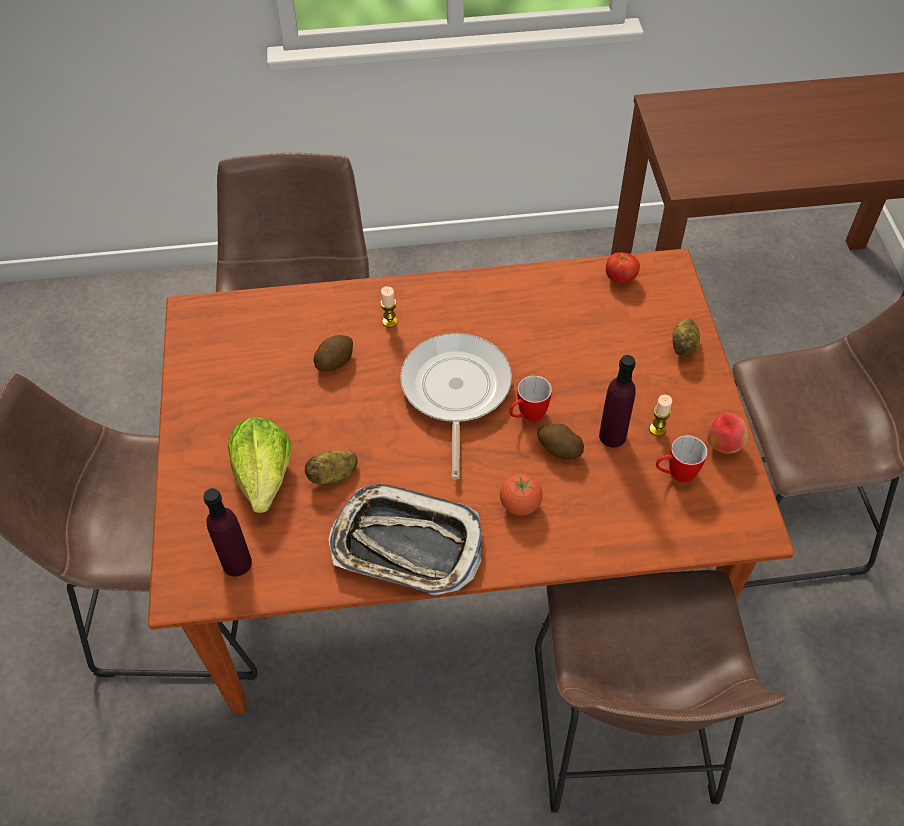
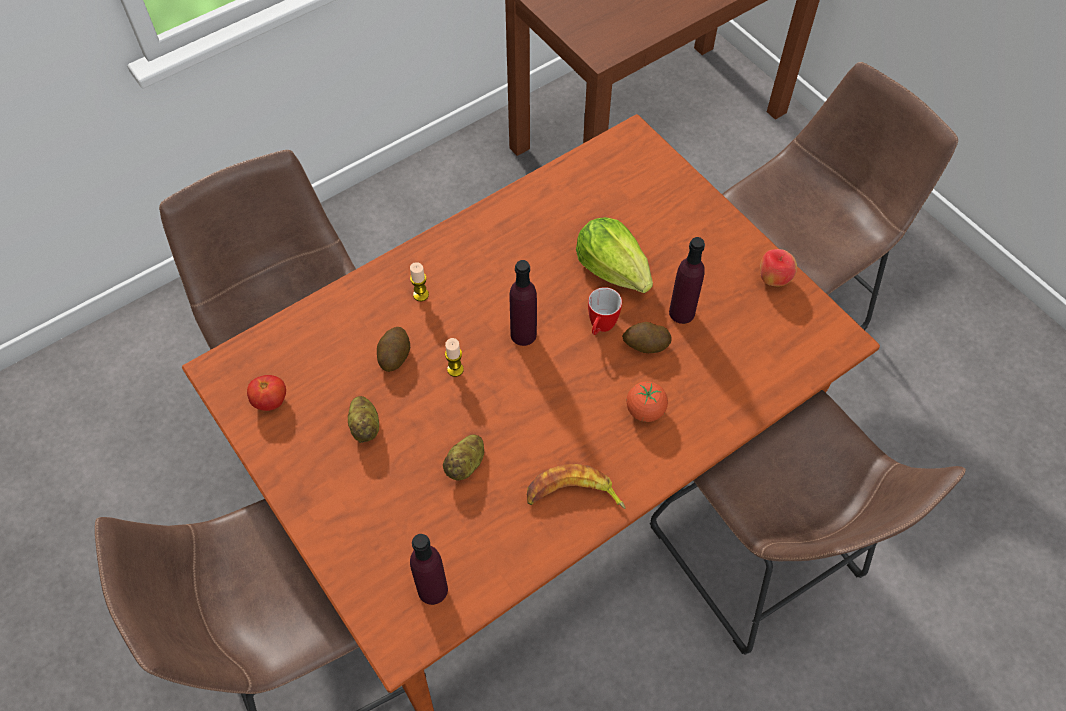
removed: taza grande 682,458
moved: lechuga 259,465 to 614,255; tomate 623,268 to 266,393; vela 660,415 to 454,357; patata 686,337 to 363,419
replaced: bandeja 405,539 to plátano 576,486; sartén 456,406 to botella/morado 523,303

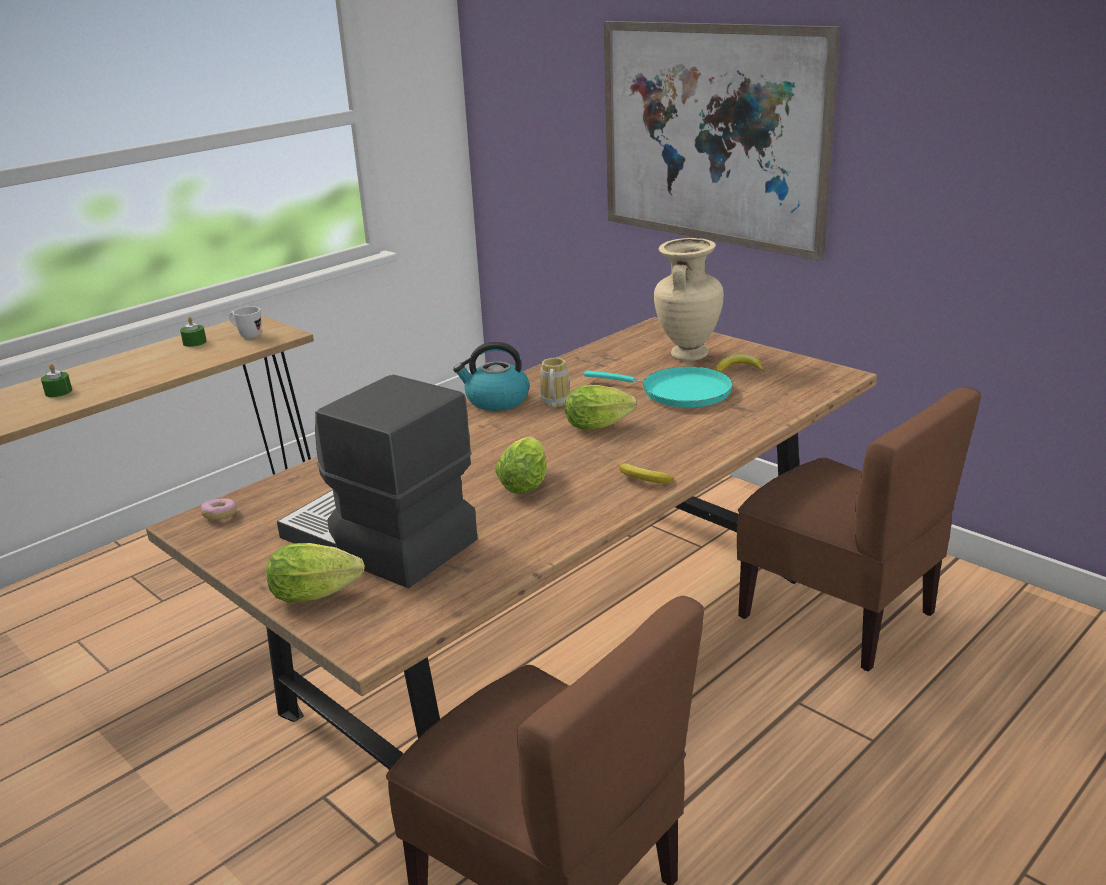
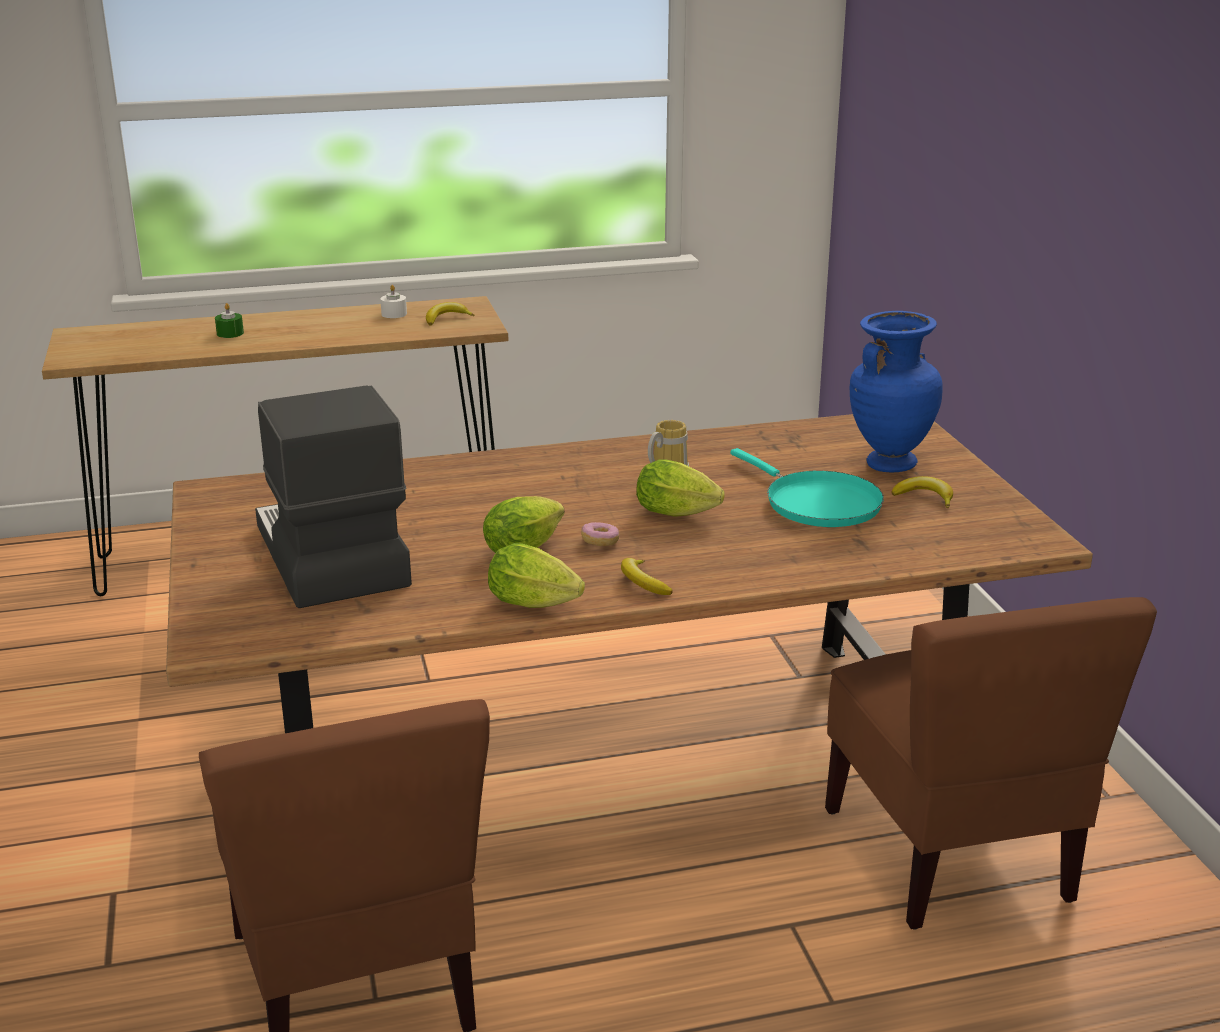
removed: hervidor 491,376; cuadro 722,141
moved: rosquilla 218,509 to 600,534; lechuga 315,573 to 536,575
replaced: taza grande/blanco 245,323 to plátano 450,313
recoloured: vela/verde 193,332 to vela/blanco 393,301; florero/beis 689,299 to florero/azul 896,391

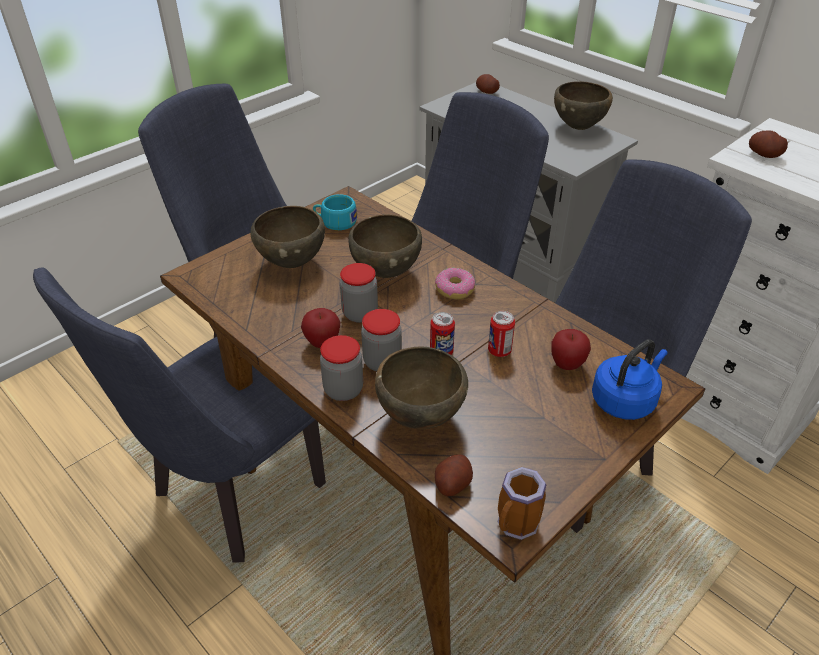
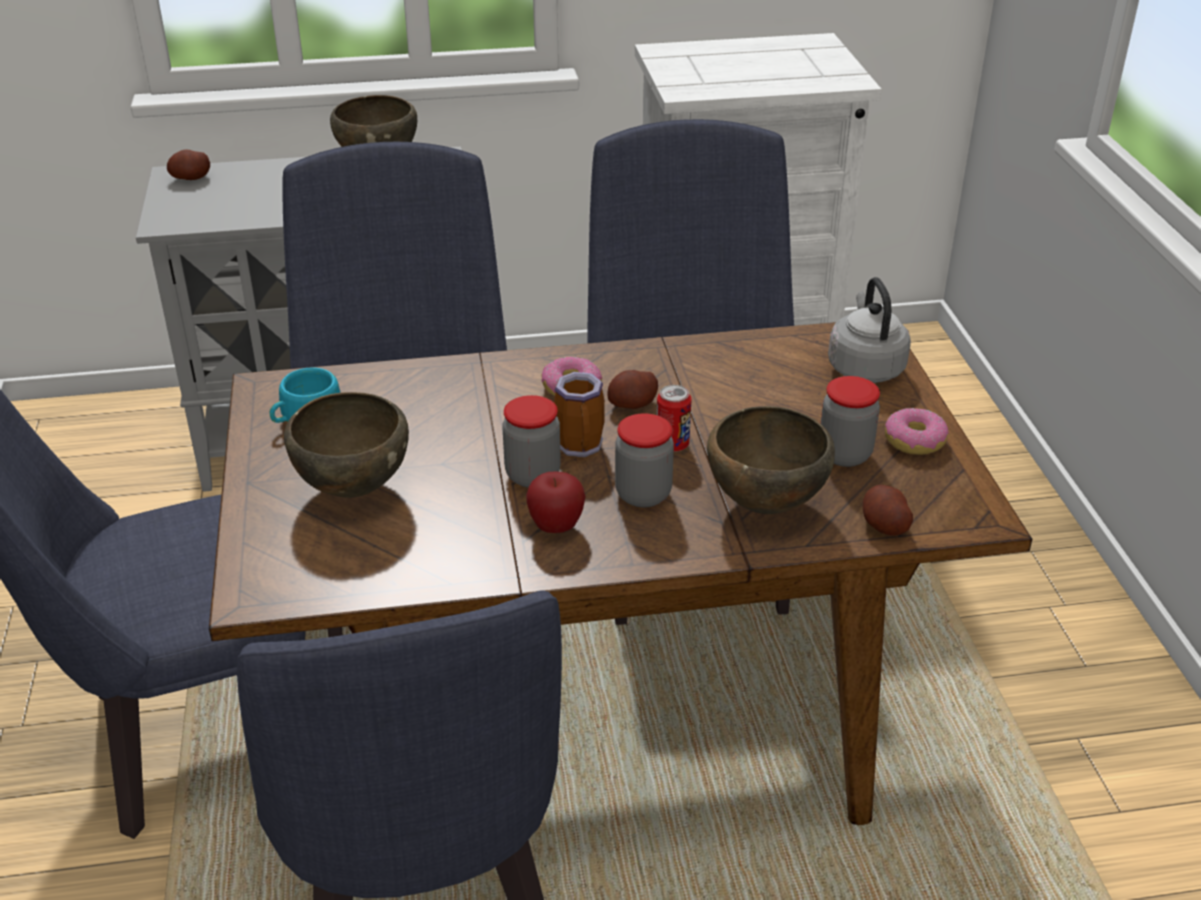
removed: cuenco/marrón 385,246; lata 501,334; manzana 571,349
added: rosquilla 916,431
moved: tarro 341,368 to 850,421; taza grande 521,503 to 579,414; patata 768,144 to 632,389
recoloured: hervidor/azul 629,379 to hervidor/gris 869,330

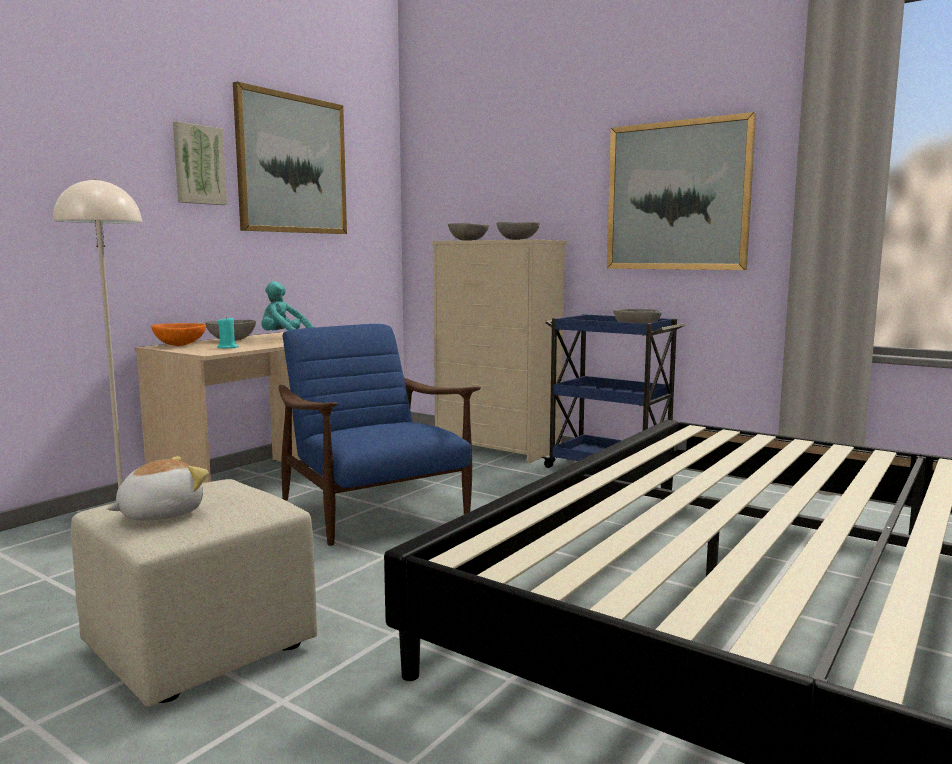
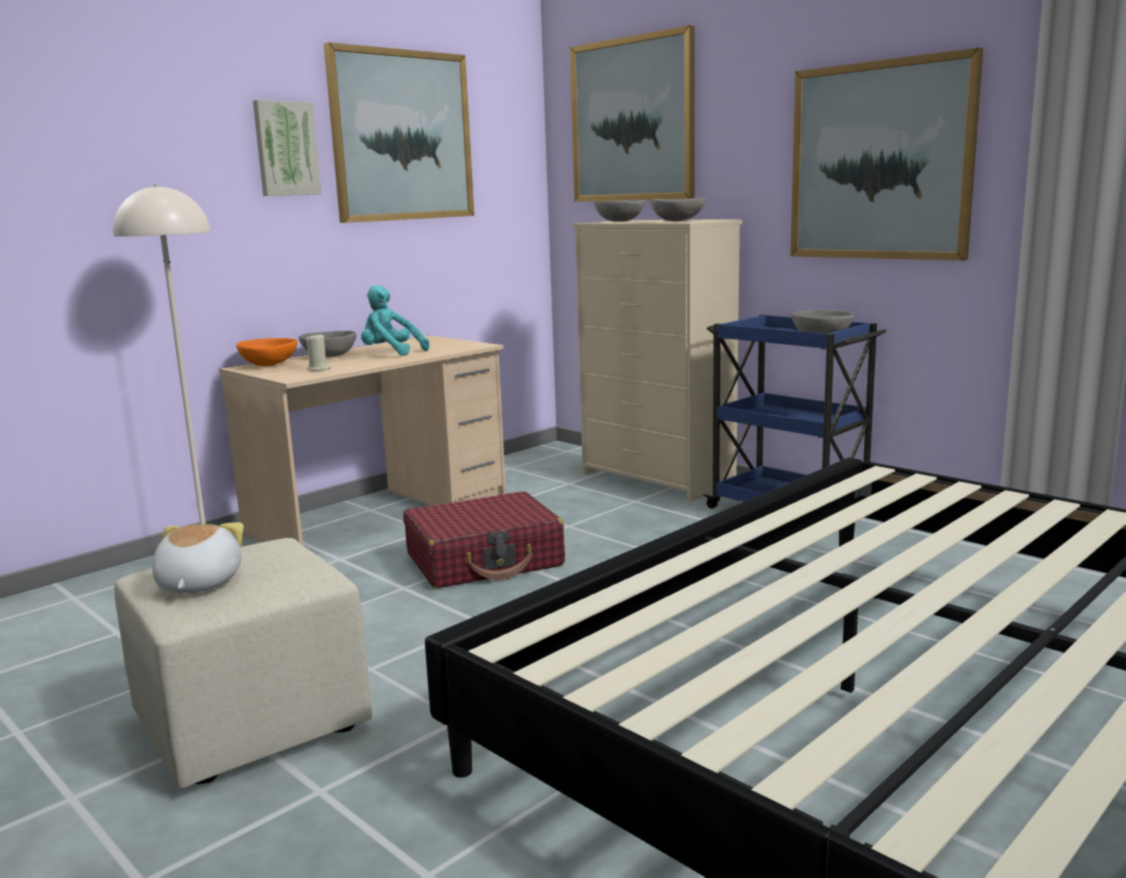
added: cuadro 632,113
replaced: sillón/azul 380,435 to maleta/rojo 484,539
recoloured: vela/turquesa 228,333 to vela/beis 318,353
turned: peluche 158,488 = 198,557 60 degrees counterclockwise

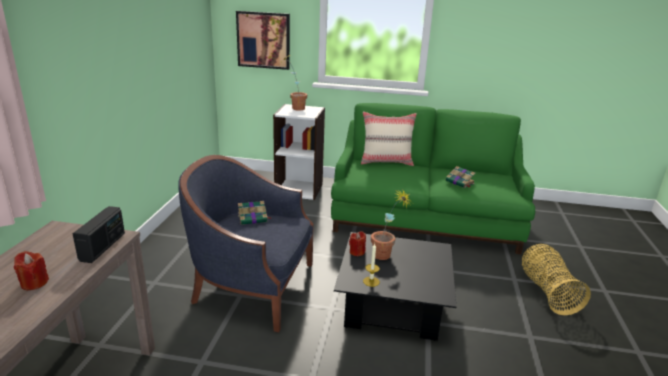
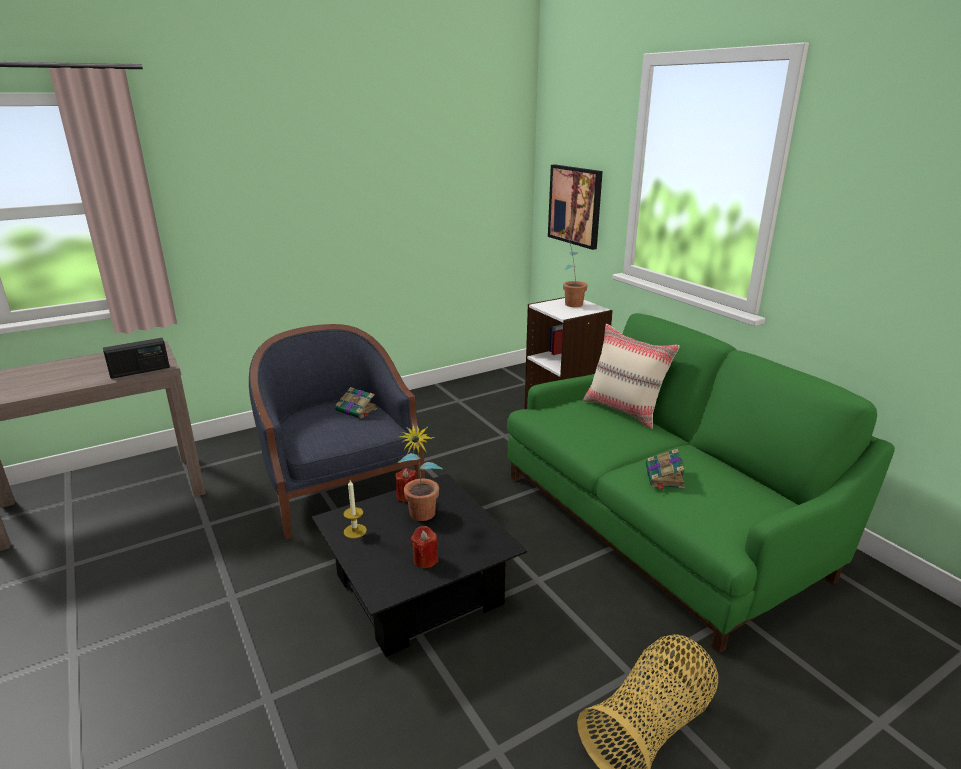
moved: vela/rojo 31,270 to 424,547

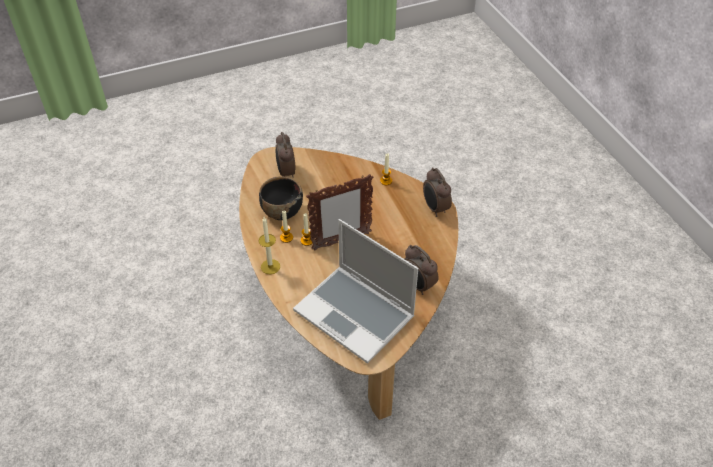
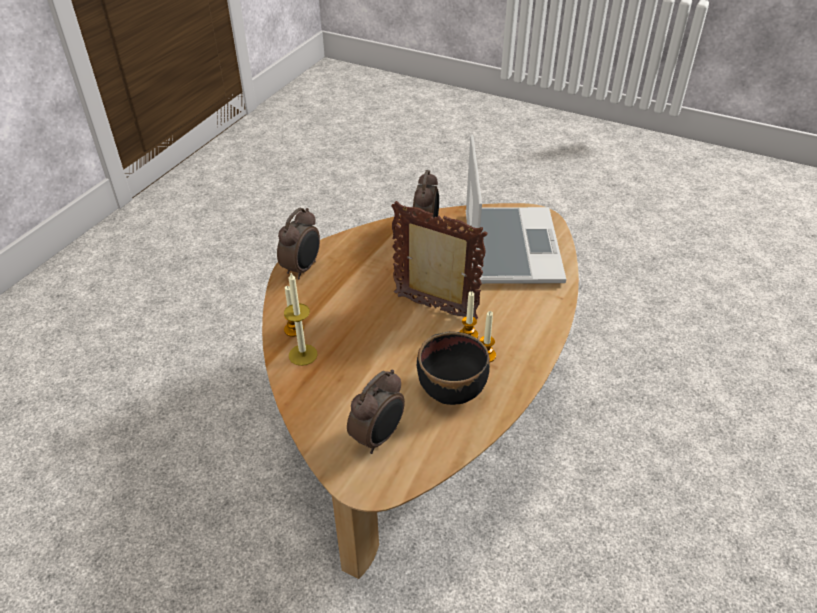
moved: vela 269,245 to 301,319

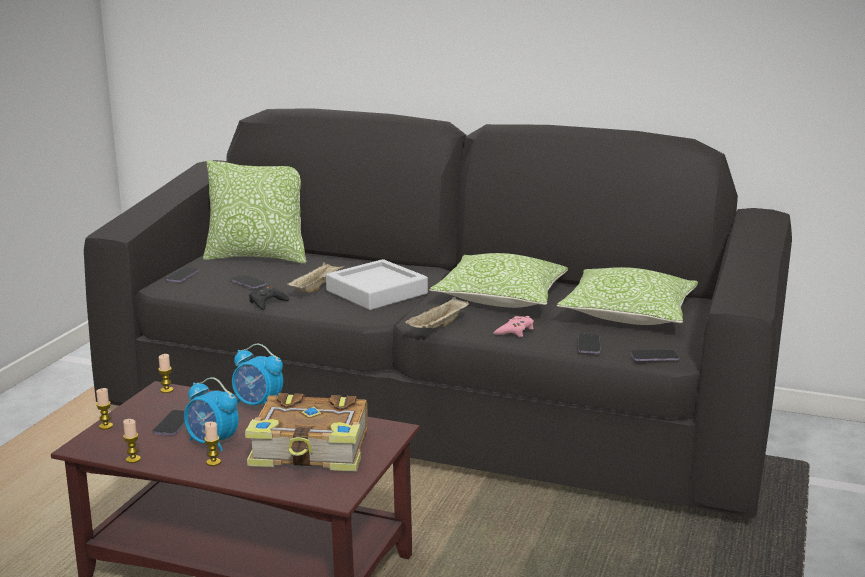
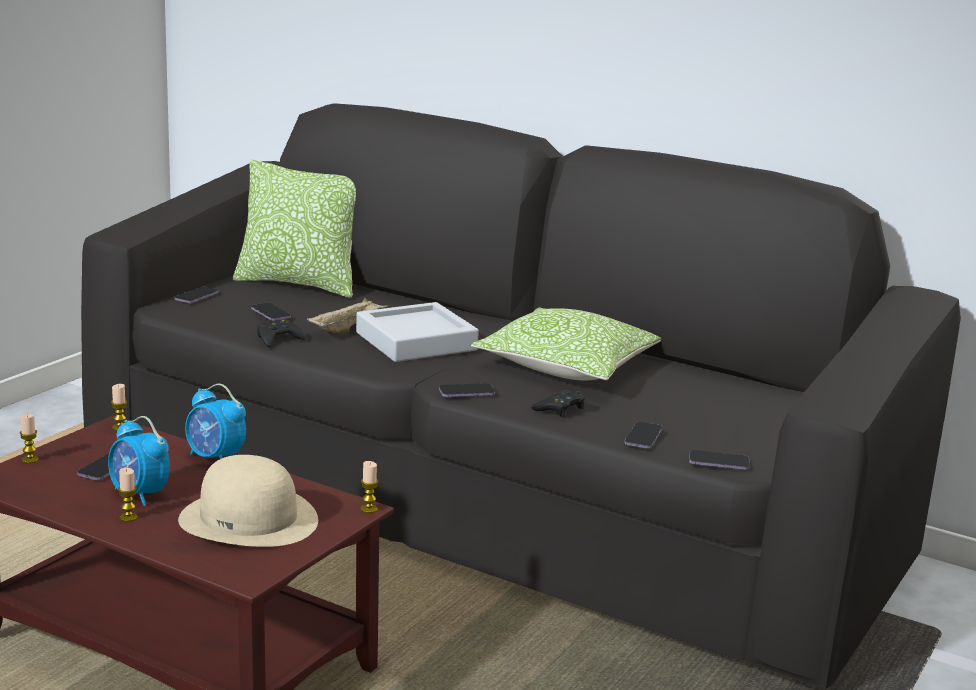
removed: cojín 627,296
moved: vela 132,441 to 369,487
replaced: libro 306,432 to sombrero/beis 248,501; bandeja/beis 437,312 to móvil 467,390
recoloured: mando de consola/rosa 514,326 to mando de consola/negro 558,403

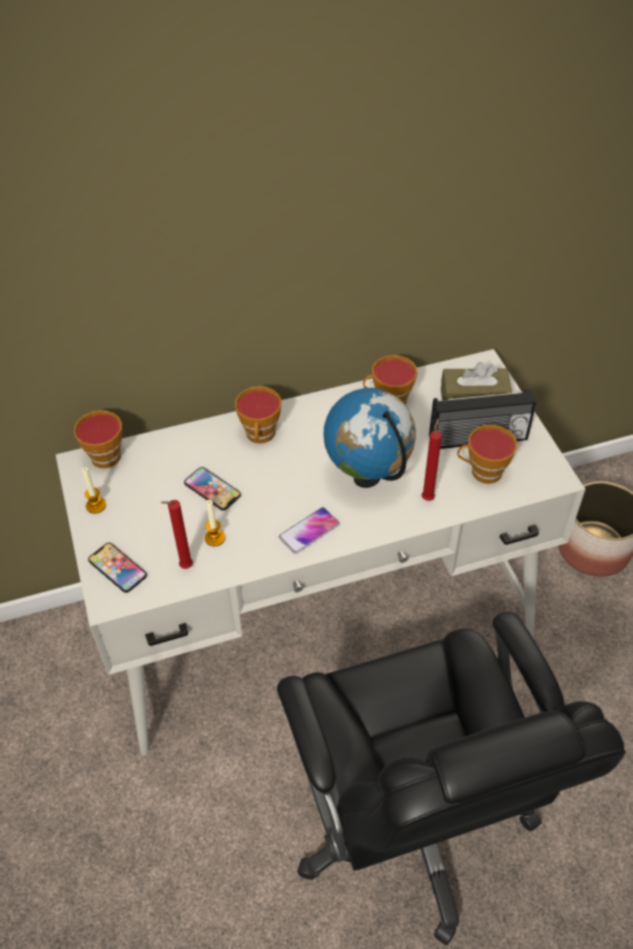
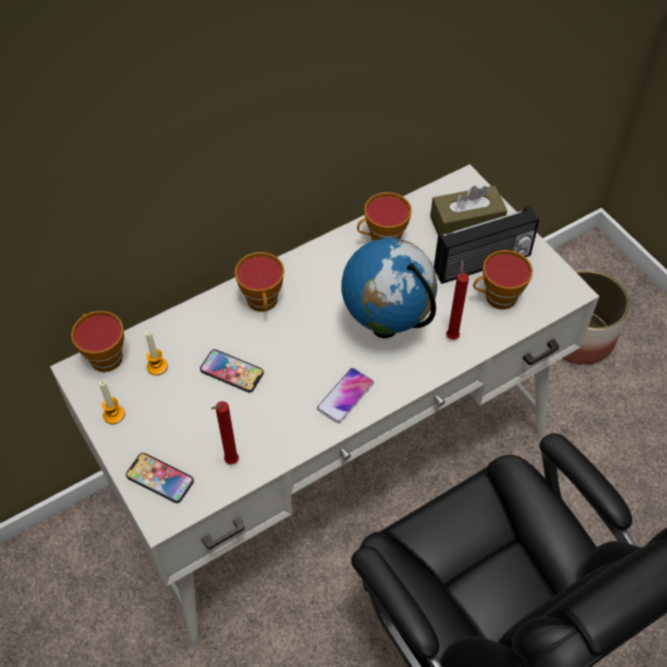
moved: vela 215,523 to 156,352

